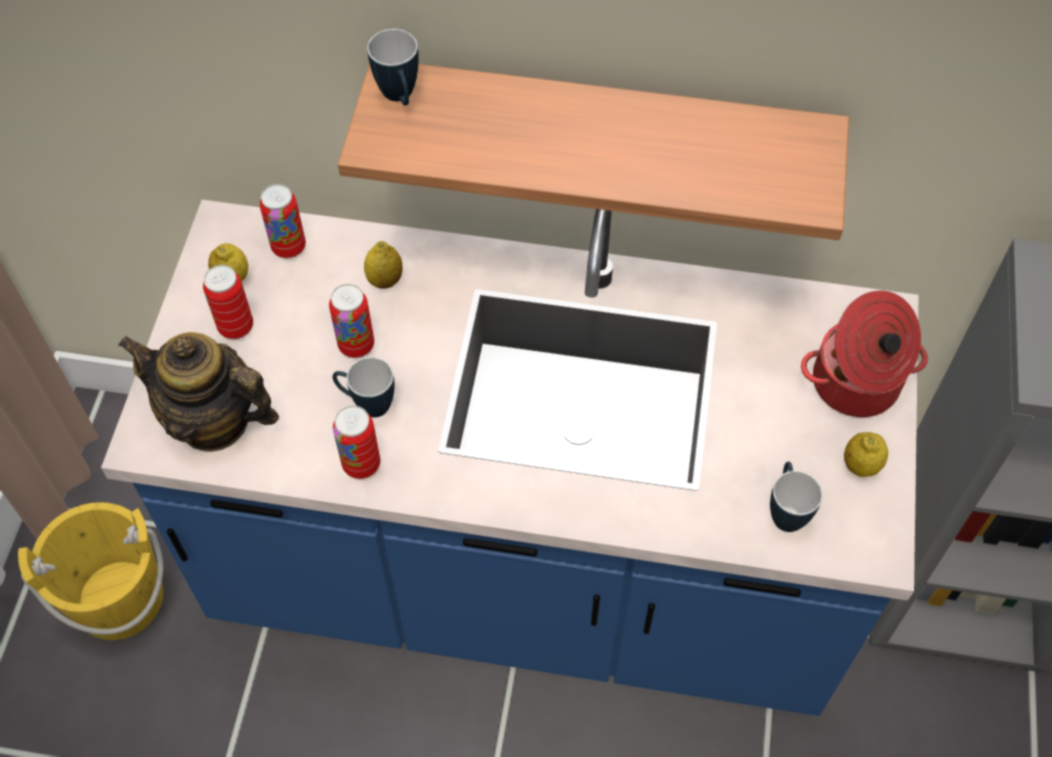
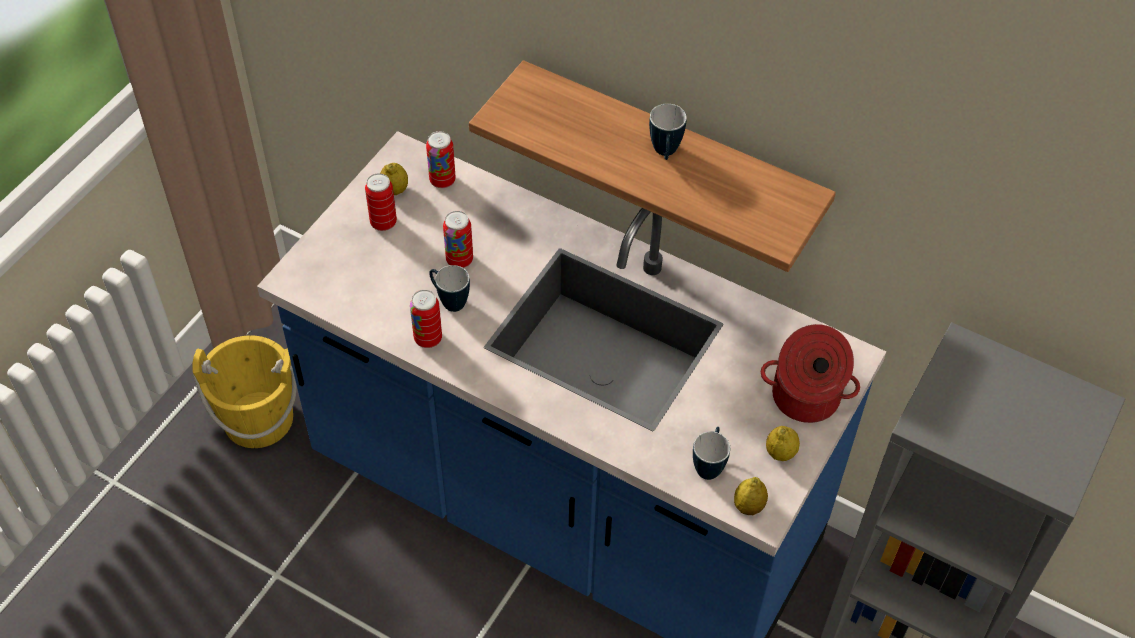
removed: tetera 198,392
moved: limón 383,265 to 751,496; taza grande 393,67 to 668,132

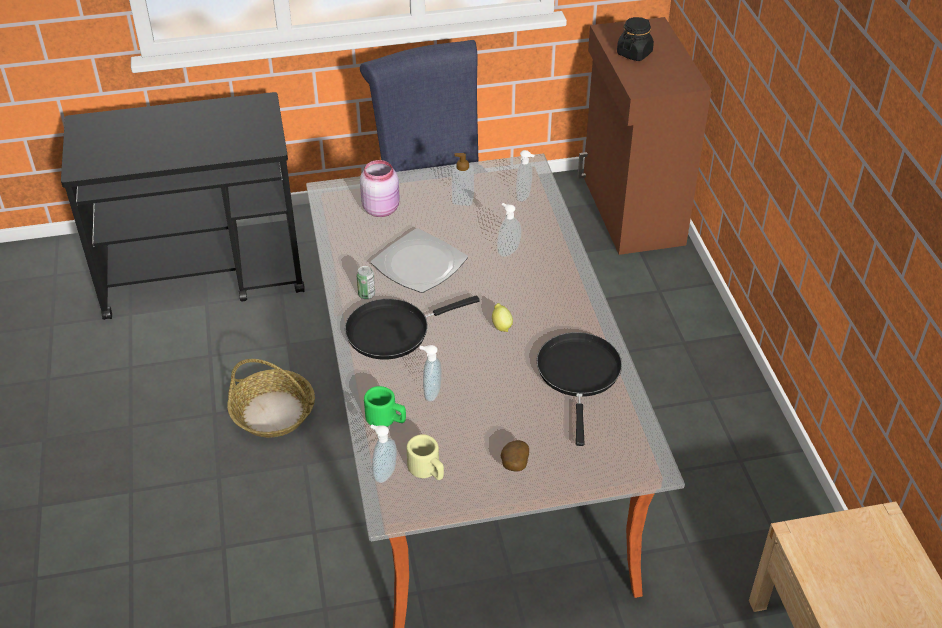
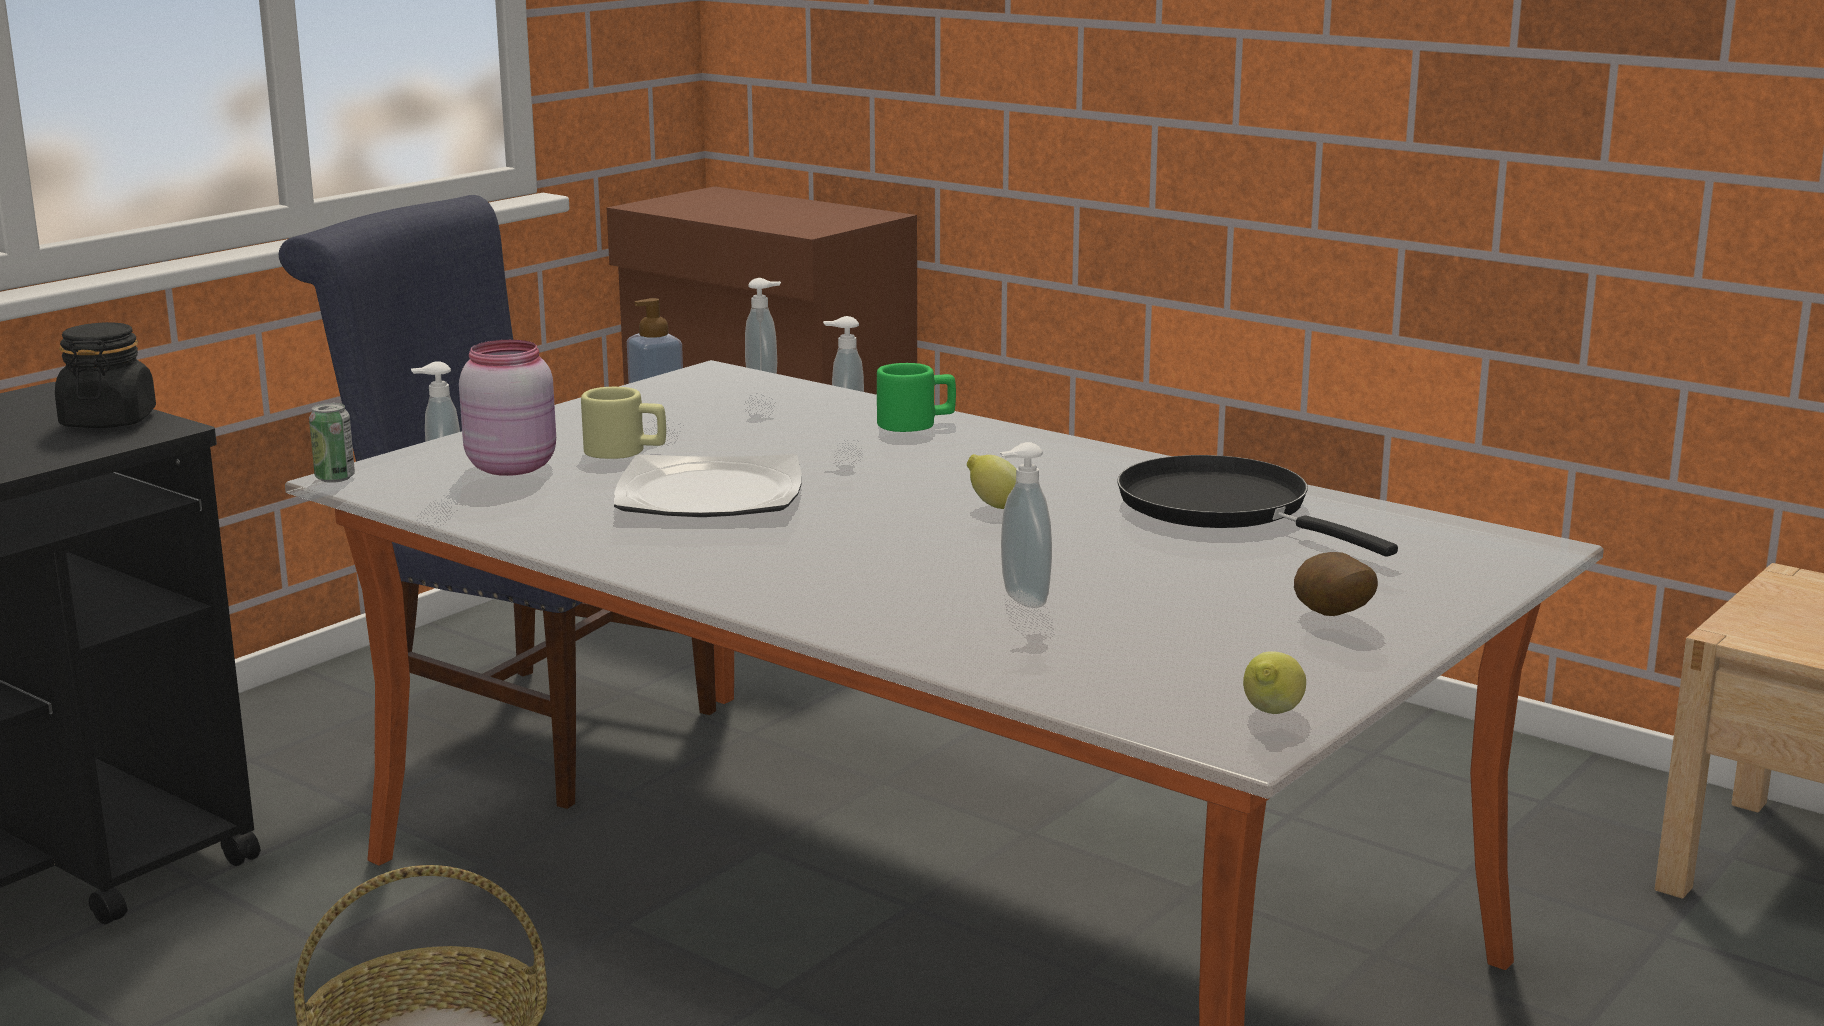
removed: sartén/negro 412,327
added: limón 1274,683
moved: lata 365,282 to 332,443; taza grande/verde 385,406 to 916,397; dispensador de jabón 384,453 to 436,434; taza grande/beis 425,457 to 623,423; tarro/negro 635,39 to 105,375

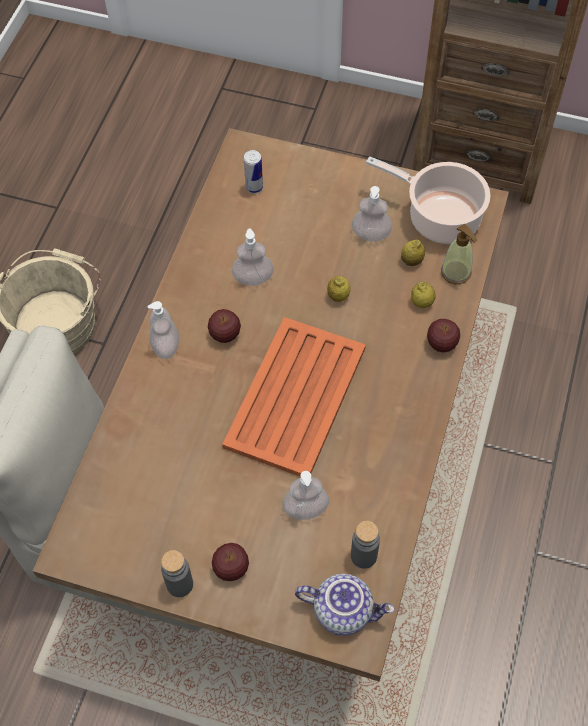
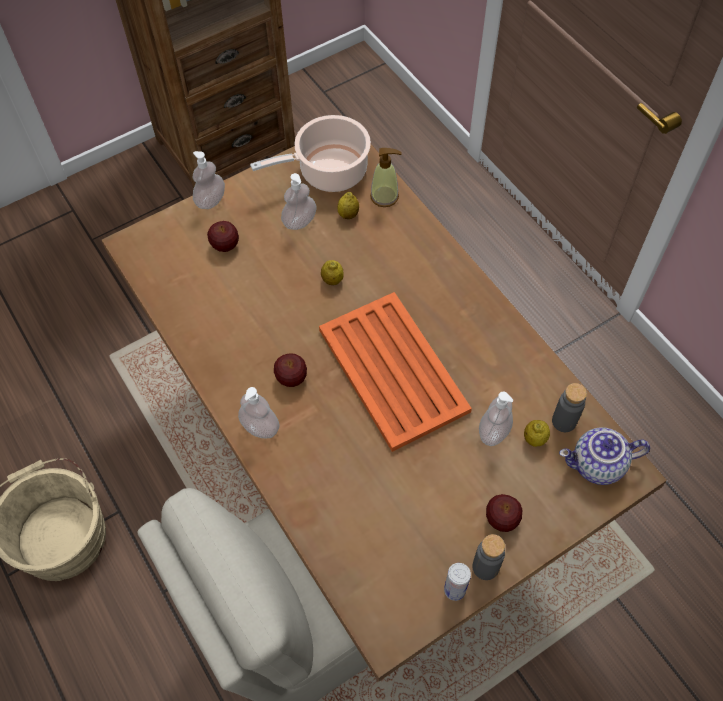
moved: dispensador de jabón 252,257 to 209,180; lata 253,171 to 457,582; limón 423,295 to 537,433; manzana 443,335 to 223,236
turned: tetera 345,605 = 604,456 150 degrees counterclockwise

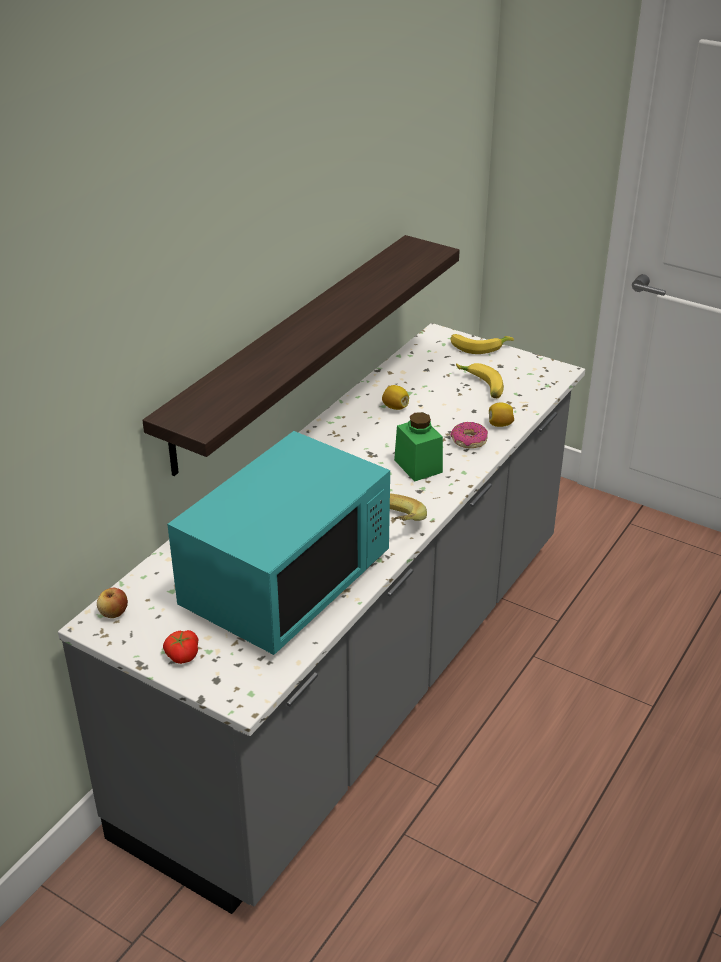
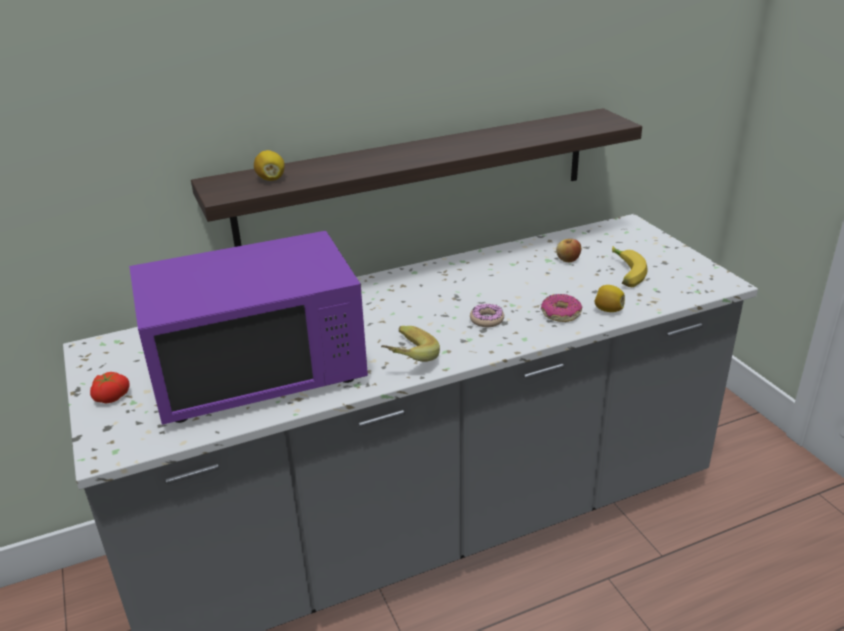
removed: plátano 482,344
moved: manzana 112,603 to 568,250; limón 395,397 to 269,165
replaced: tarro/verde 418,447 to rosquilla 487,315
recoloured: microondas/turquesa 278,543 to microondas/morado 248,328

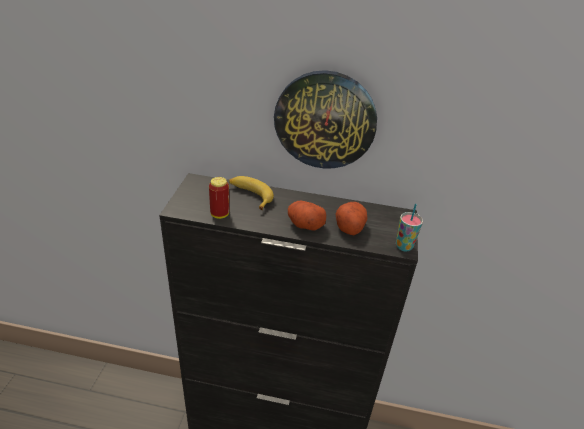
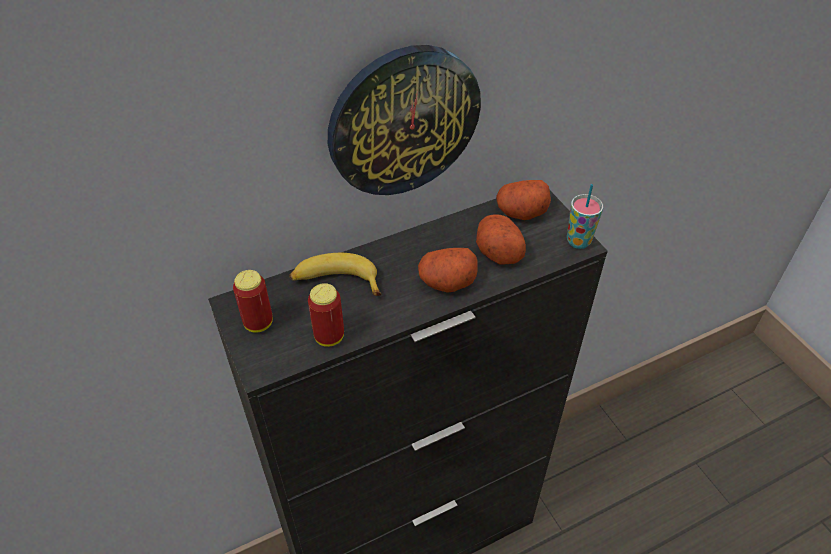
added: lata 253,301; patata 523,200

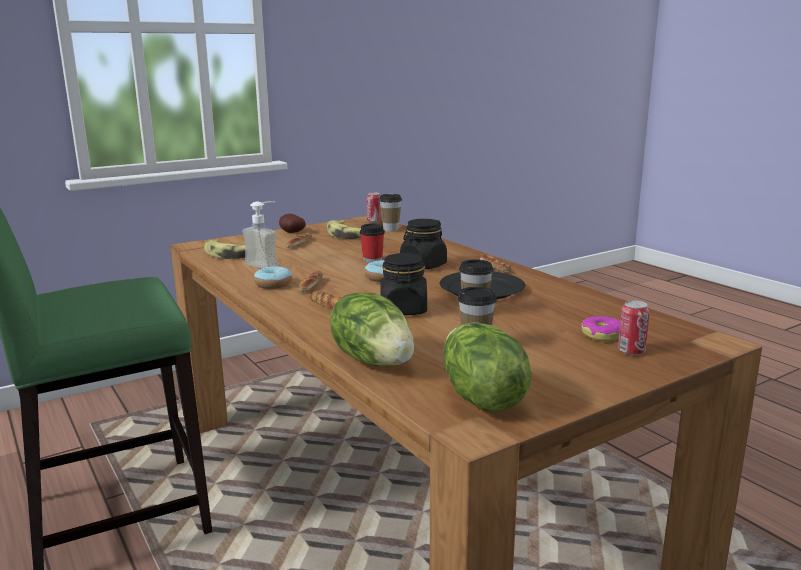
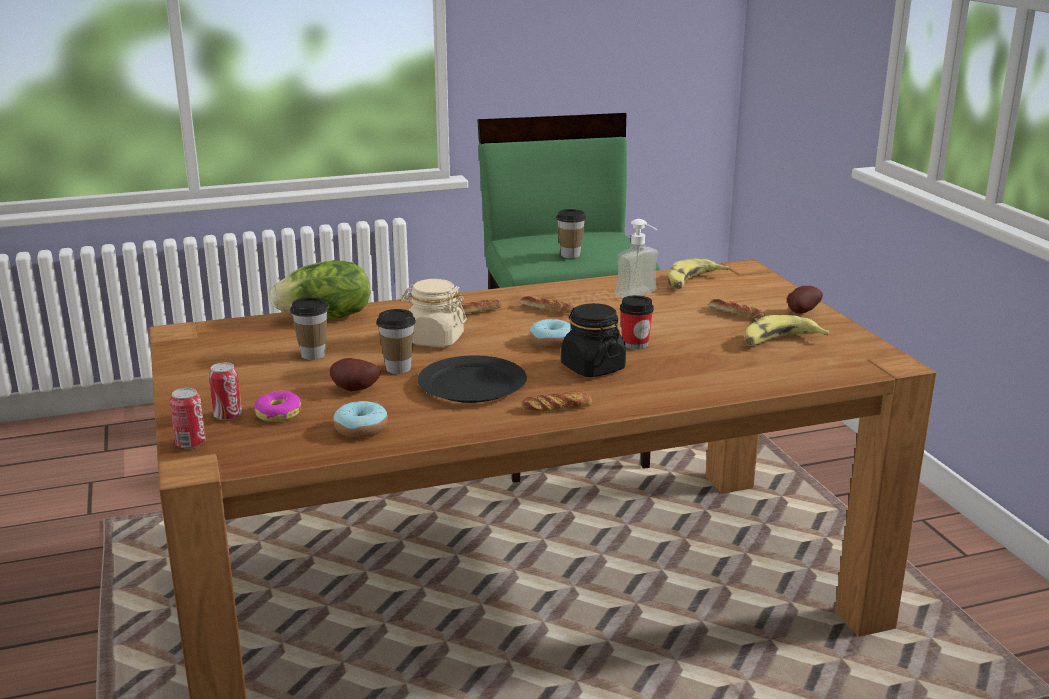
removed: lechuga 487,367
added: patata 355,374
moved: rosquilla 273,277 to 361,419; lata 374,207 to 188,418; taza 390,213 to 571,233
recoloured: tarro/negro 403,284 to tarro/beis 434,313

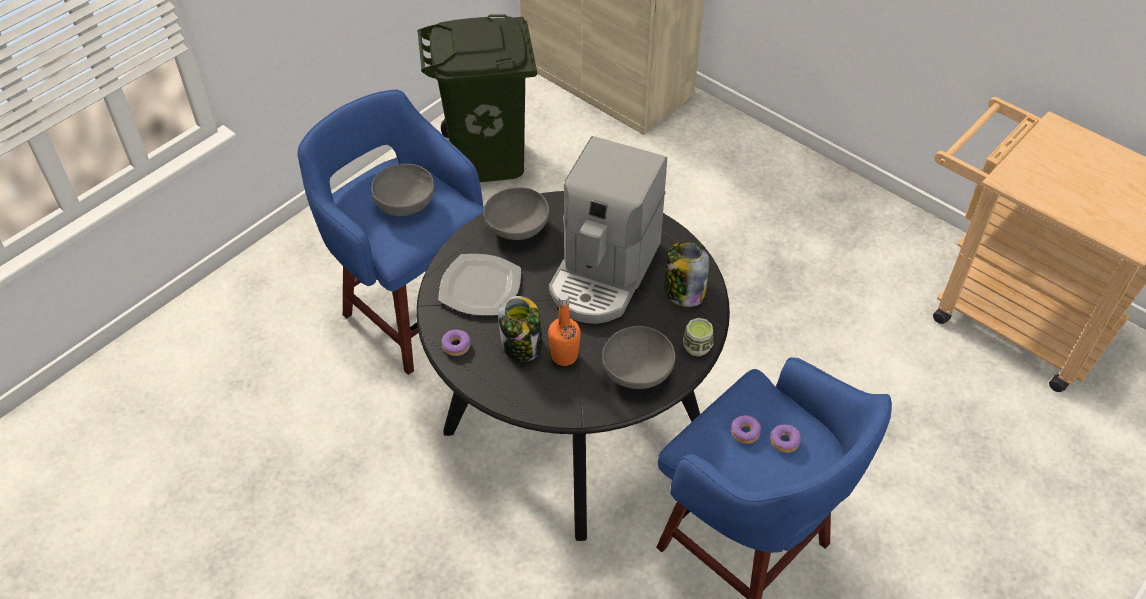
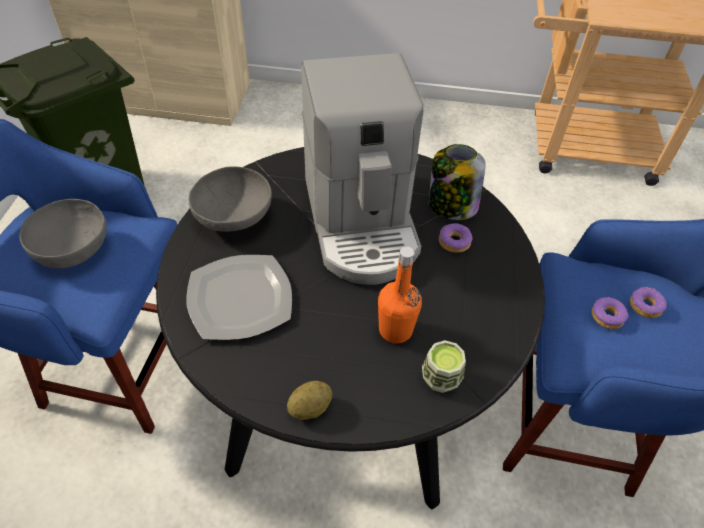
removed: tarro 520,329; cuenco/gris 638,357
added: patata 309,400
moved: rosquilla 455,342 to 456,238; taza 698,337 to 444,366

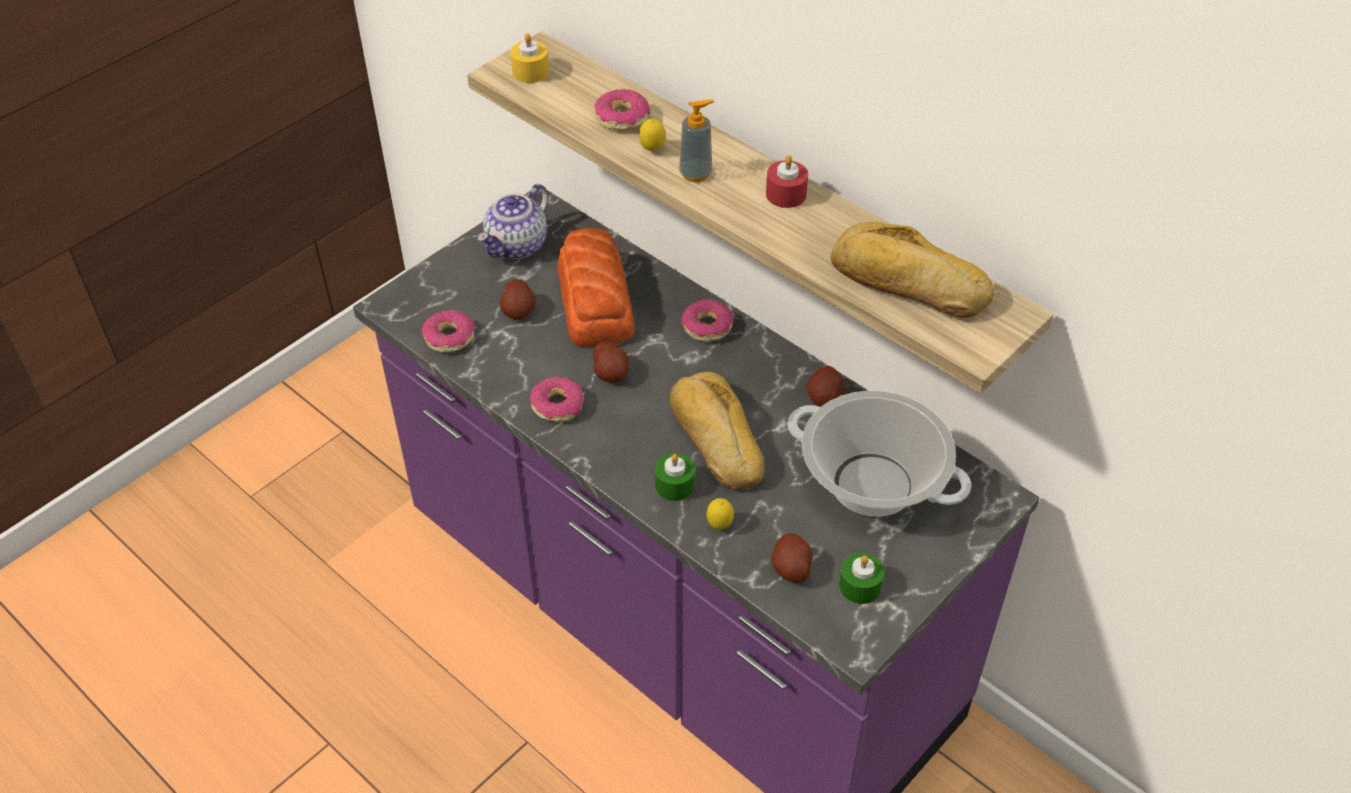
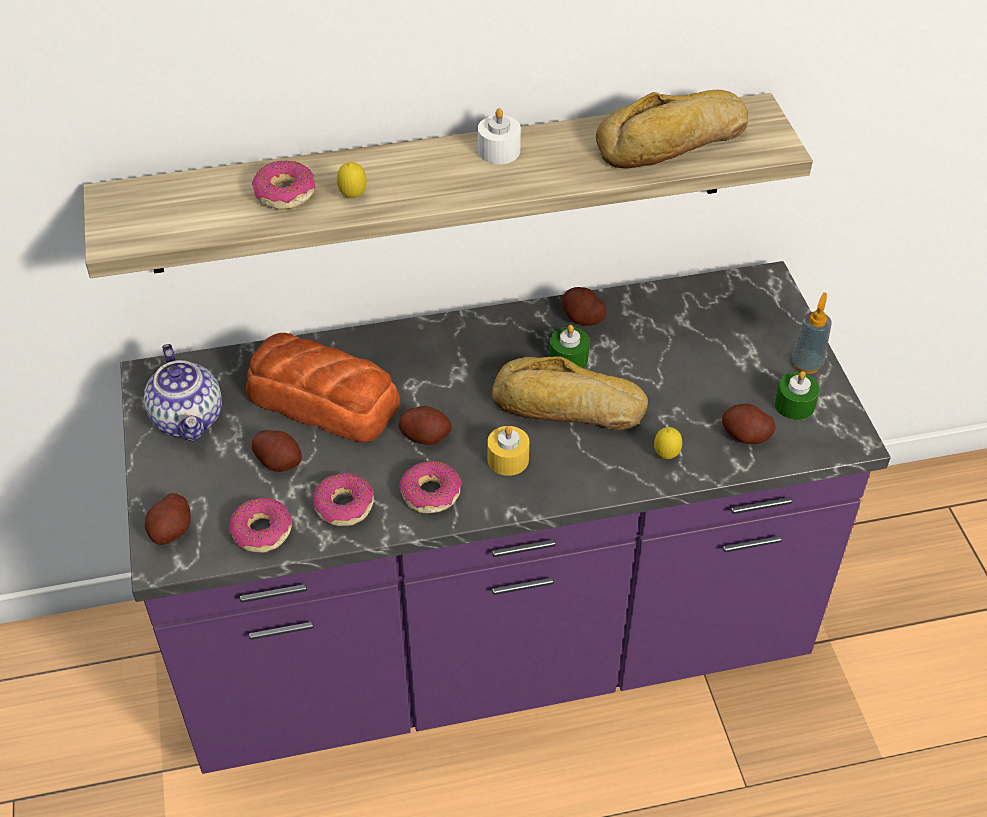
removed: olla 879,454
added: patata 168,519
moved: vela/amarillo 529,58 to 508,451; vela/verde 675,477 to 569,346; dispensador de jabón 696,140 to 811,333; rosquilla 707,320 to 343,499
recoloured: vela/rojo 787,181 to vela/blanco 499,136

